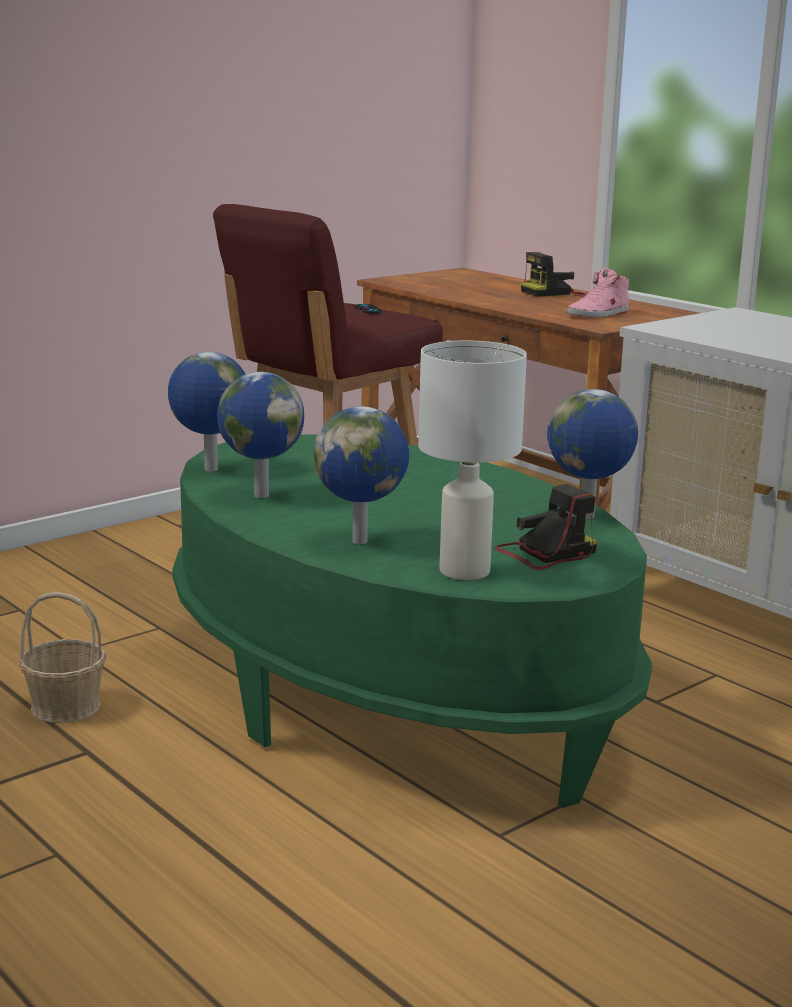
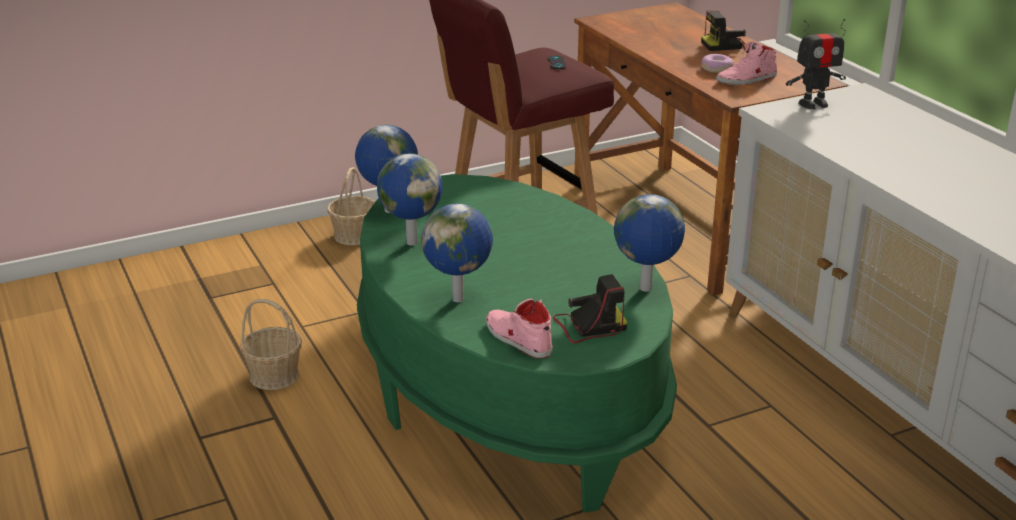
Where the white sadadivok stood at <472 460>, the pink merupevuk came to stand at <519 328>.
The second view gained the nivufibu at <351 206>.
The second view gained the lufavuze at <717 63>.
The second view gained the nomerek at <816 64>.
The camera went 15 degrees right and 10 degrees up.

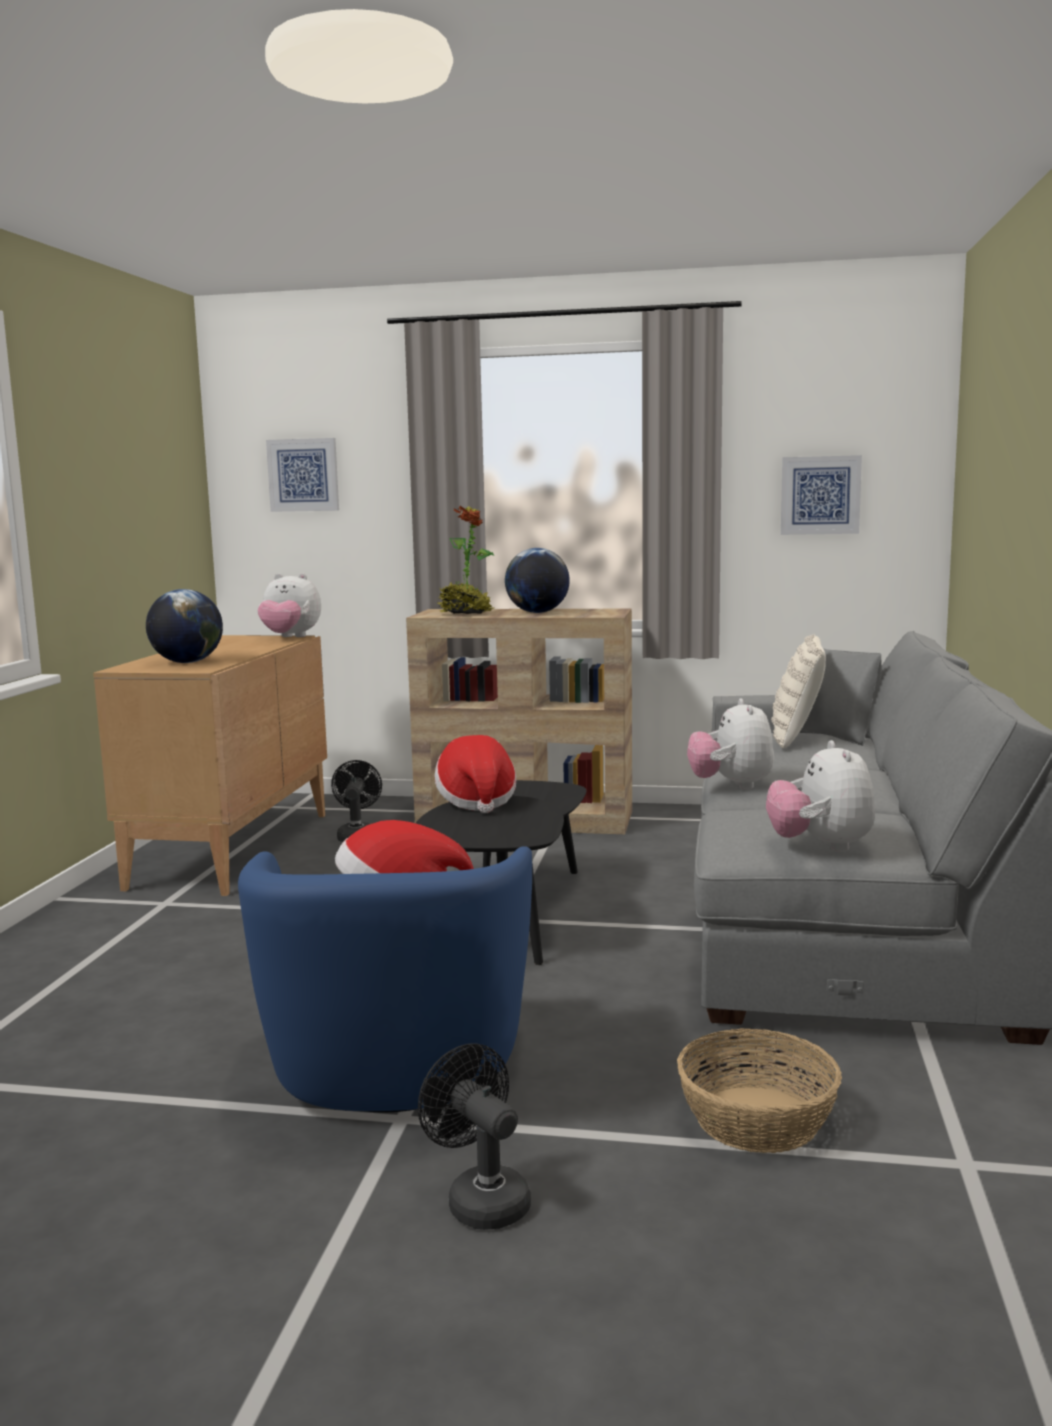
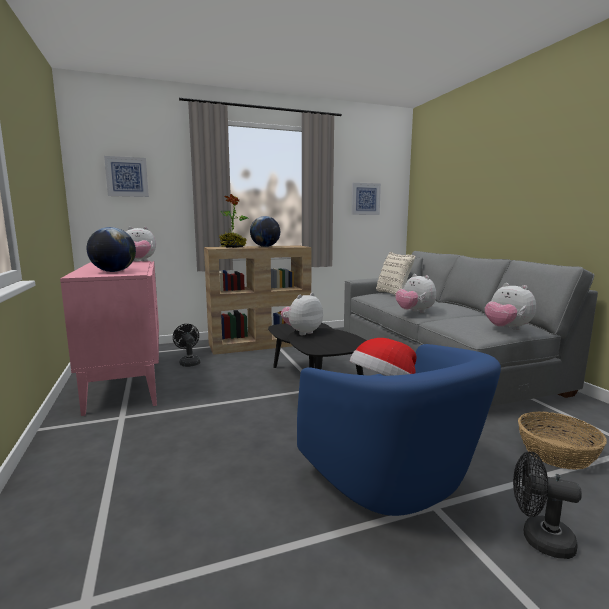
What was the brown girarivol at <210 765> turned into the pink girarivol at <109 338>.
Where the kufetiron stood at <475 774>, the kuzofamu came to stand at <302 314>.
The camera went 30 degrees left and 0 degrees up.

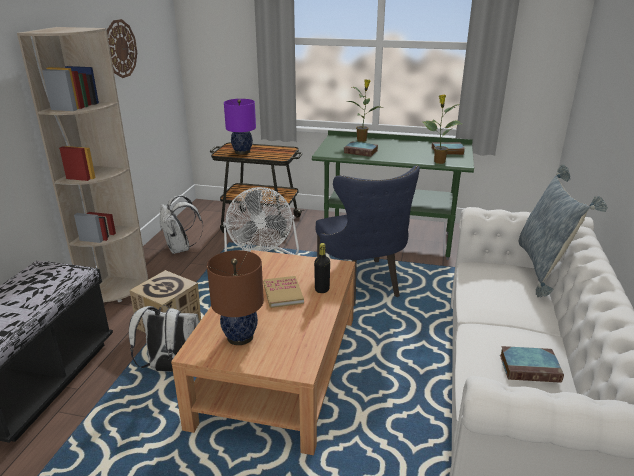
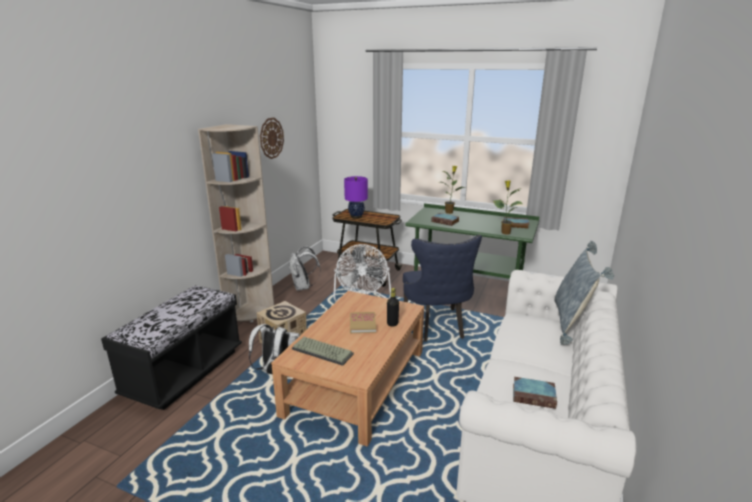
Where the brown sadadivok stood at <235 297>, the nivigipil came to stand at <323 351>.
The camera went 10 degrees right and 5 degrees down.

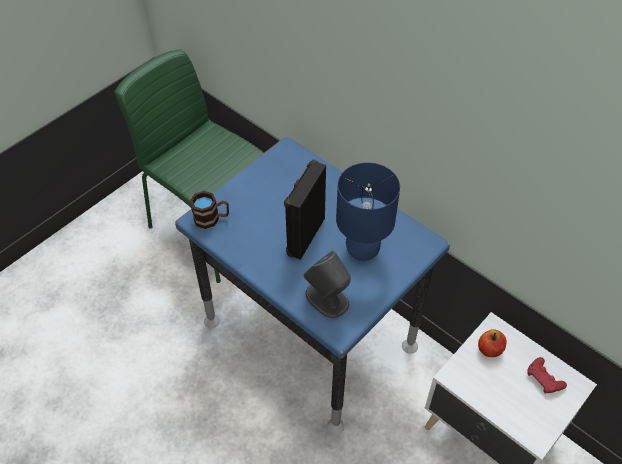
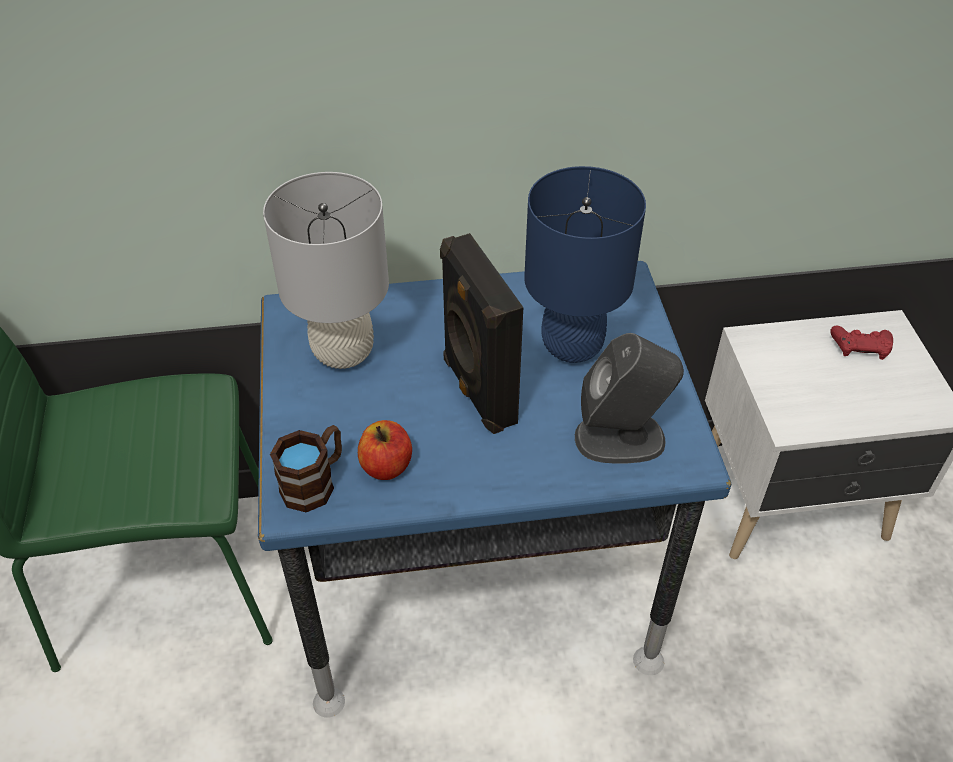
The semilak ended up elsewhere, having gone from <492 343> to <385 450>.
The second view gained the grey sadadivok at <326 270>.
The camera went 50 degrees left and 5 degrees down.

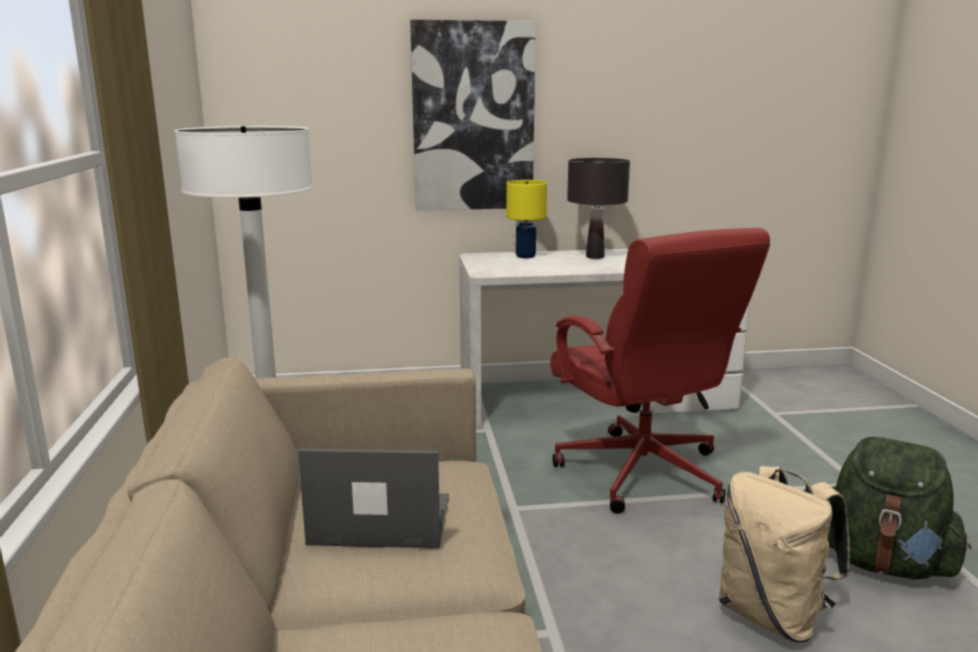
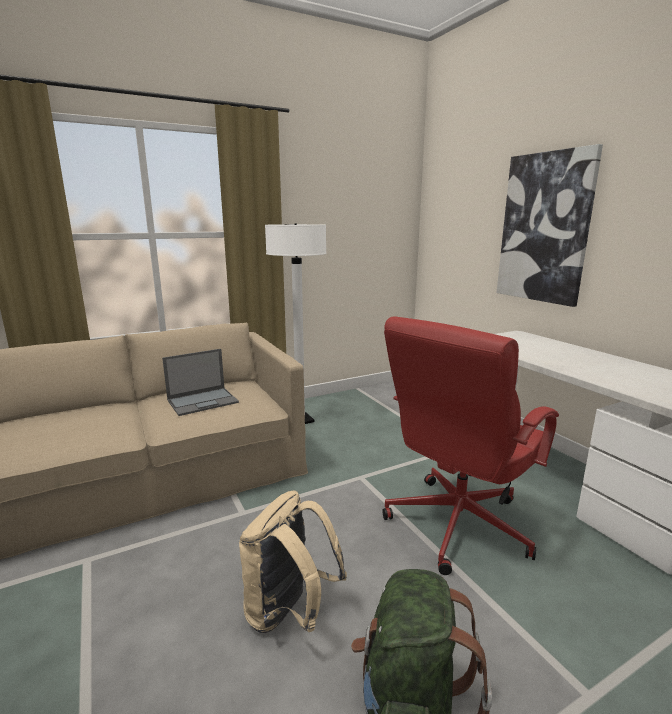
The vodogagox at <373 498> ended up facing another way, 75 degrees clockwise from before.
The second view lost the yellow sadadivok at <526 219>.
The second view lost the black sadadivok at <598 208>.
The camera went 70 degrees right and 0 degrees up.

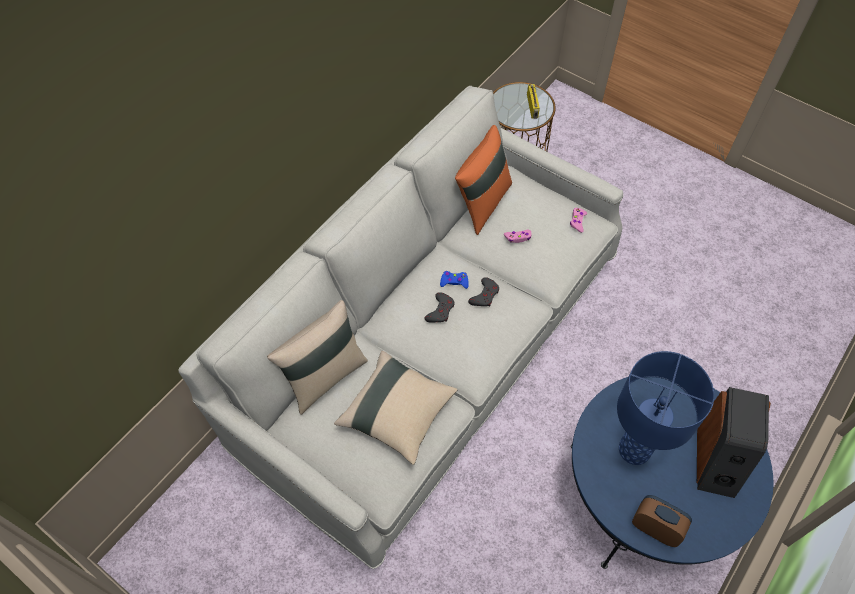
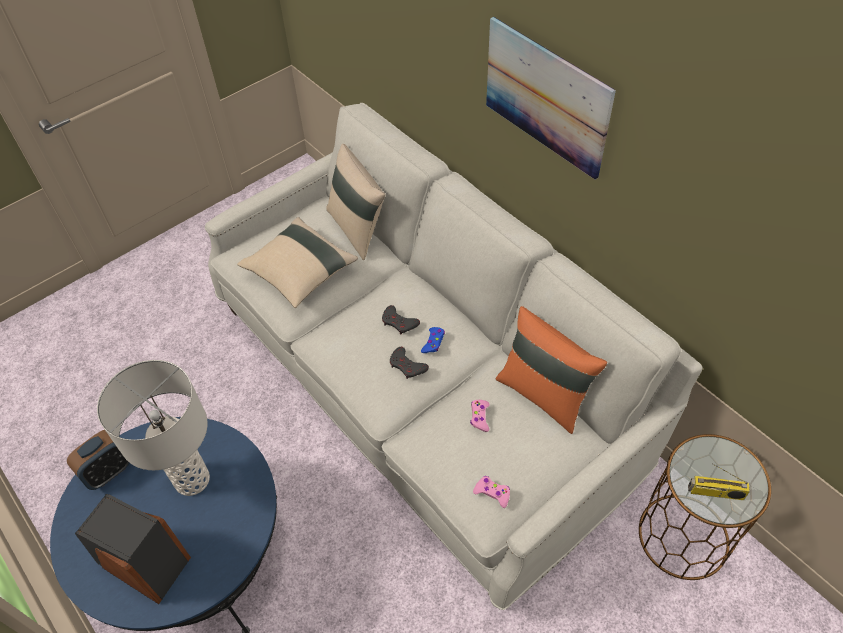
What was the blue sadadivok at <665 408> turned into the white sadadivok at <153 428>.
The second view gained the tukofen at <551 98>.
The camera went 105 degrees right and 5 degrees down.

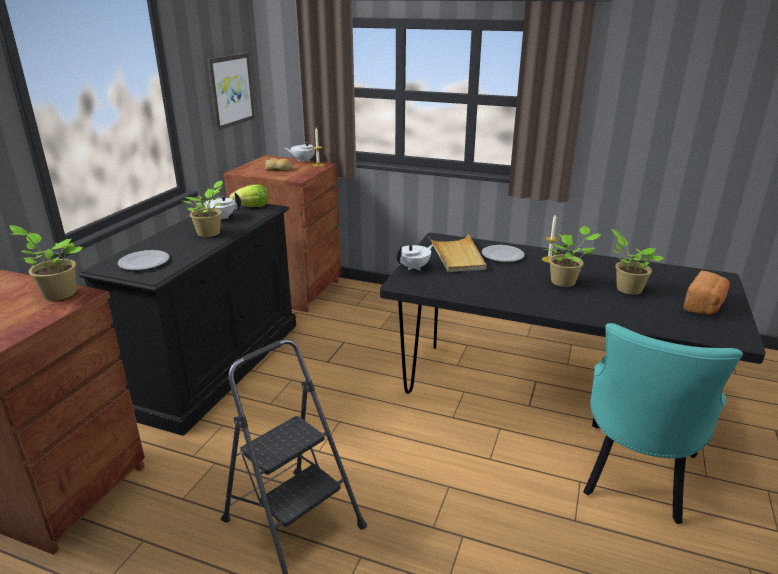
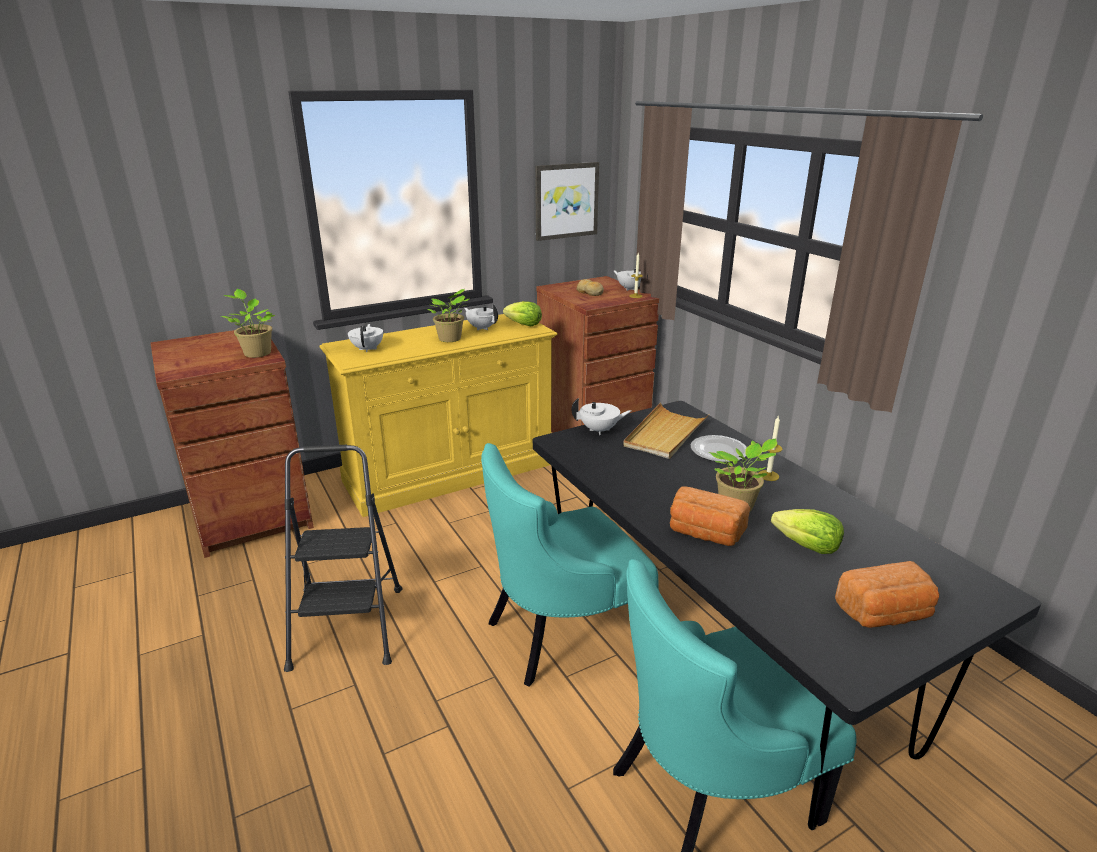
What was the black girarivol at <187 320> turned into the yellow girarivol at <438 415>.
Where the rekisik stood at <143 260>, the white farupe came to stand at <365 338>.
Where the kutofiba stood at <637 262>, the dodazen came to stand at <807 531>.
The second view gained the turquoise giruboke at <570 565>.
The second view gained the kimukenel at <710 516>.
The camera went 40 degrees right and 0 degrees up.

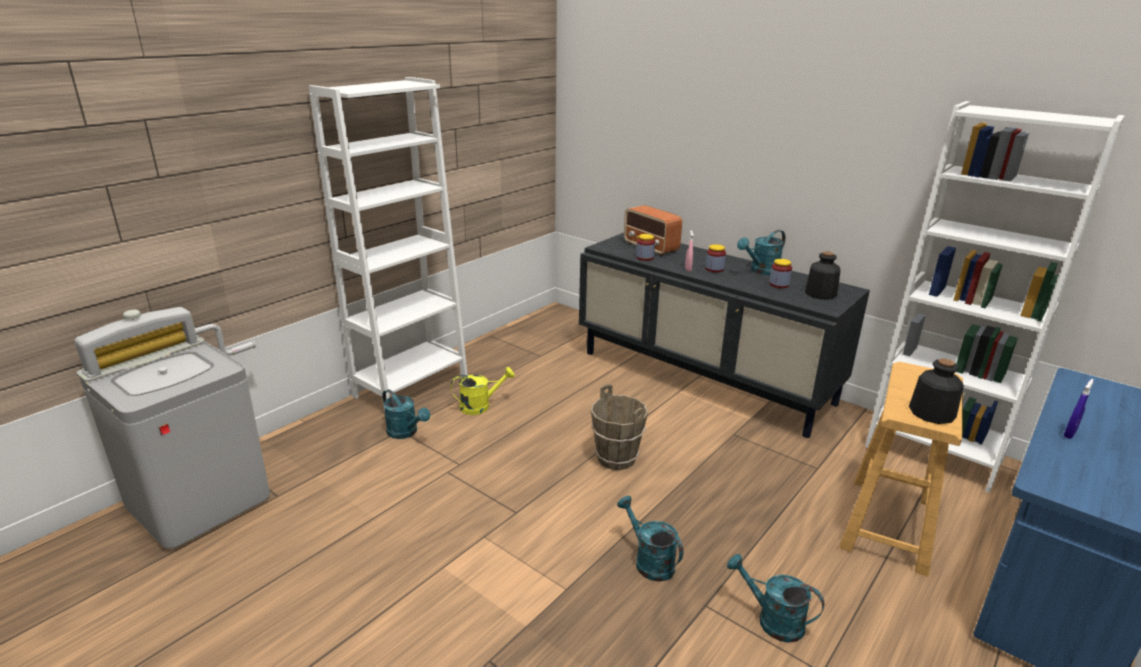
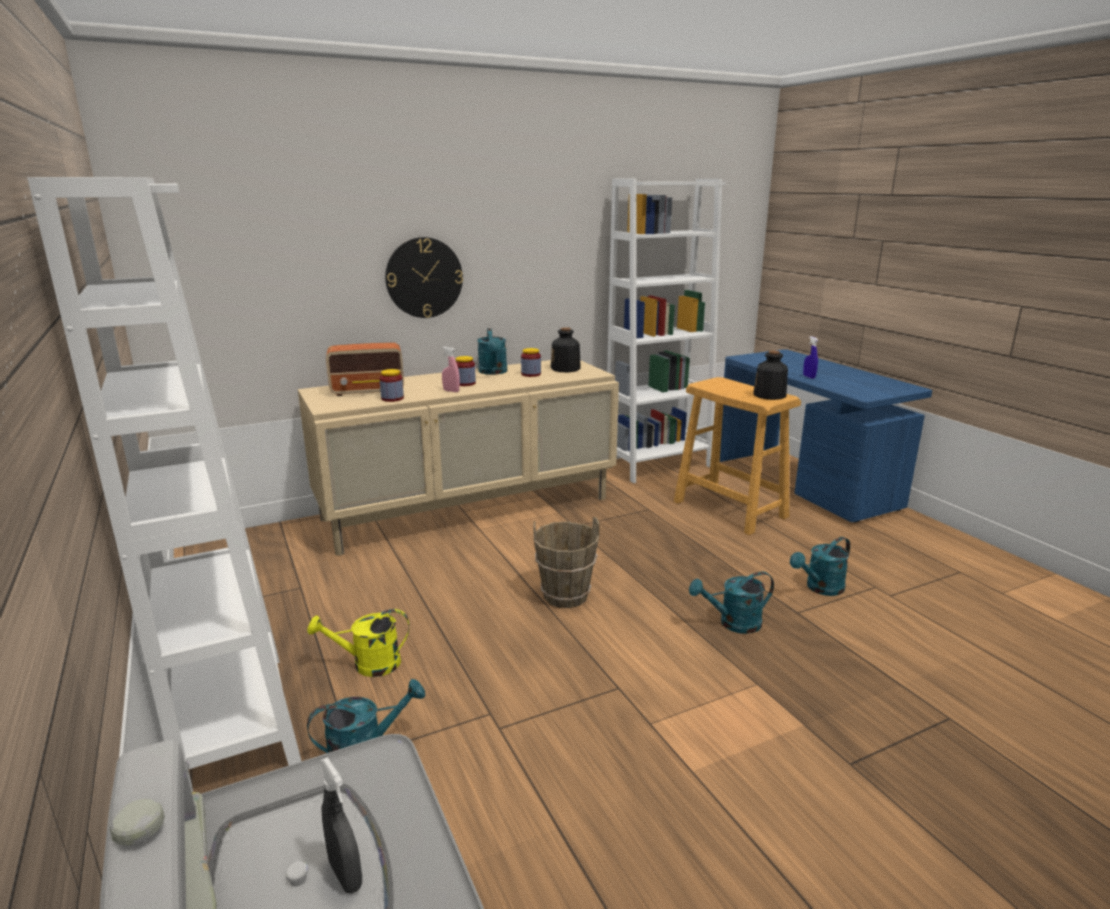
The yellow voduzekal at <483 391> ended up facing another way, 105 degrees counterclockwise from before.
What was the black girarivol at <724 335> turned into the beige girarivol at <458 458>.
The second view gained the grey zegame at <341 825>.
The second view gained the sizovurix at <424 277>.
The camera went 65 degrees left and 5 degrees down.

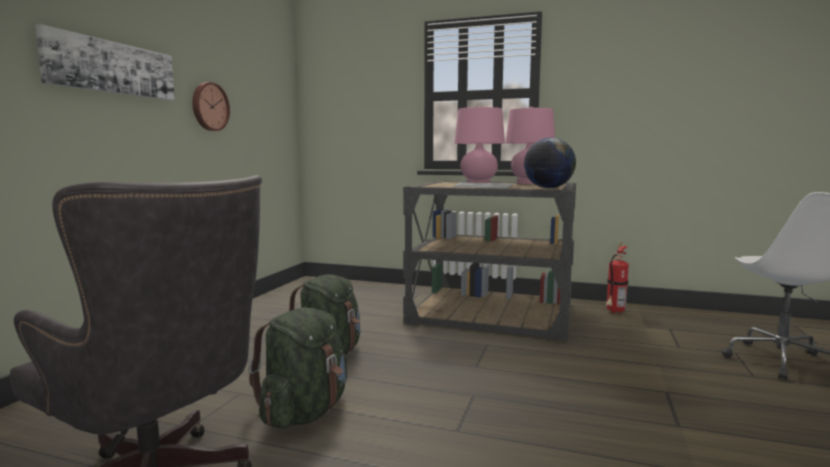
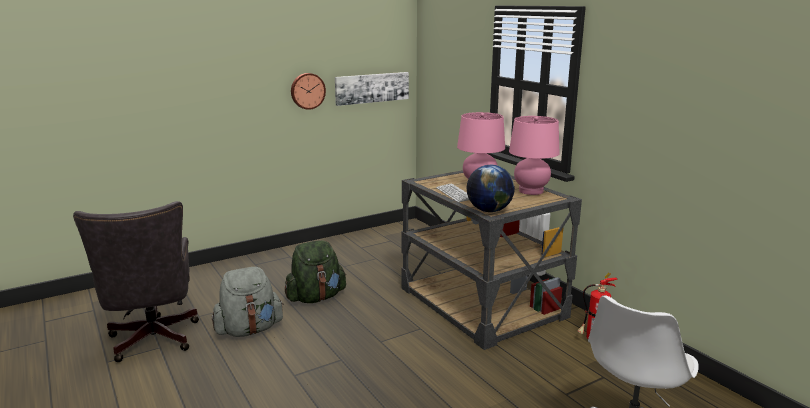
The tukofen ended up elsewhere, having gone from <105 62> to <372 89>.
What was the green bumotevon at <298 368> turned into the grey bumotevon at <248 302>.
The camera went 40 degrees right and 10 degrees up.

